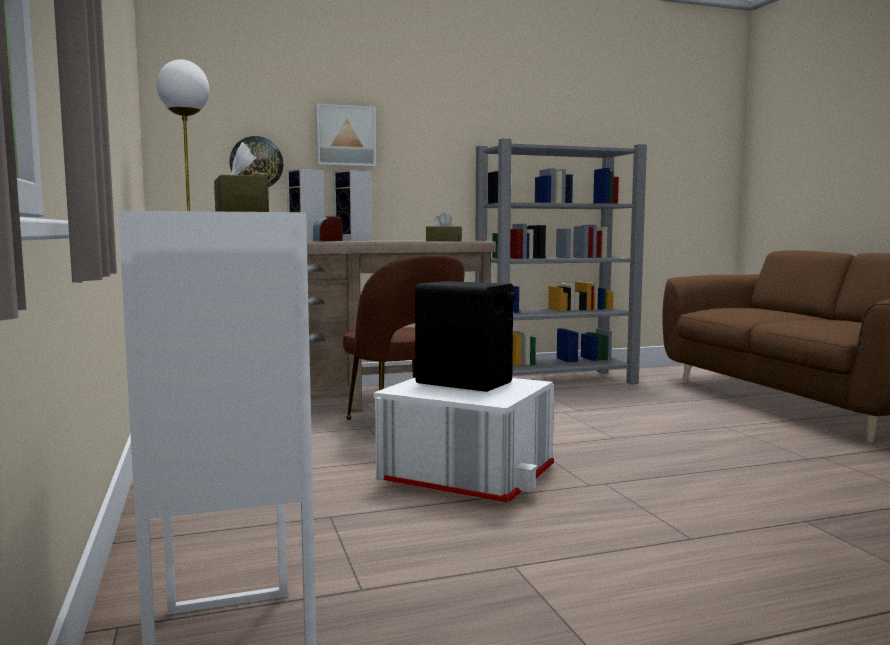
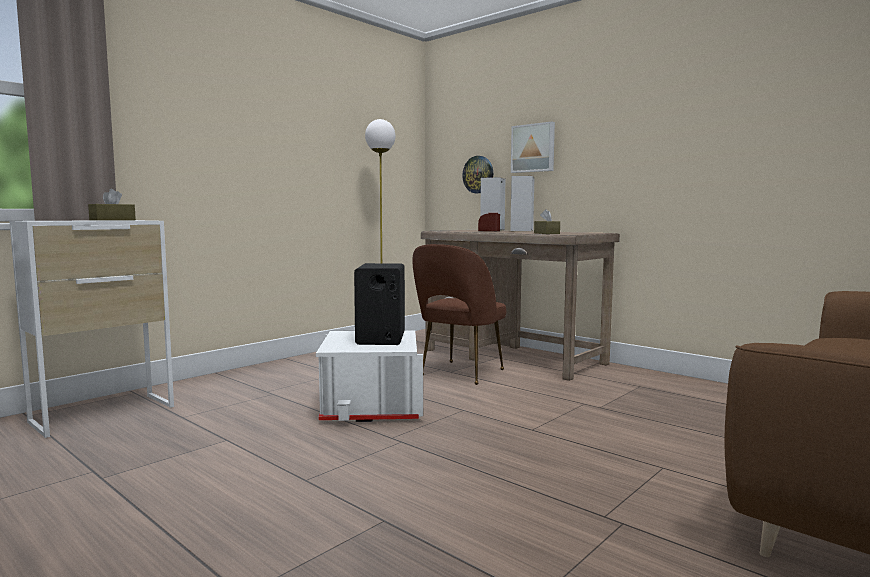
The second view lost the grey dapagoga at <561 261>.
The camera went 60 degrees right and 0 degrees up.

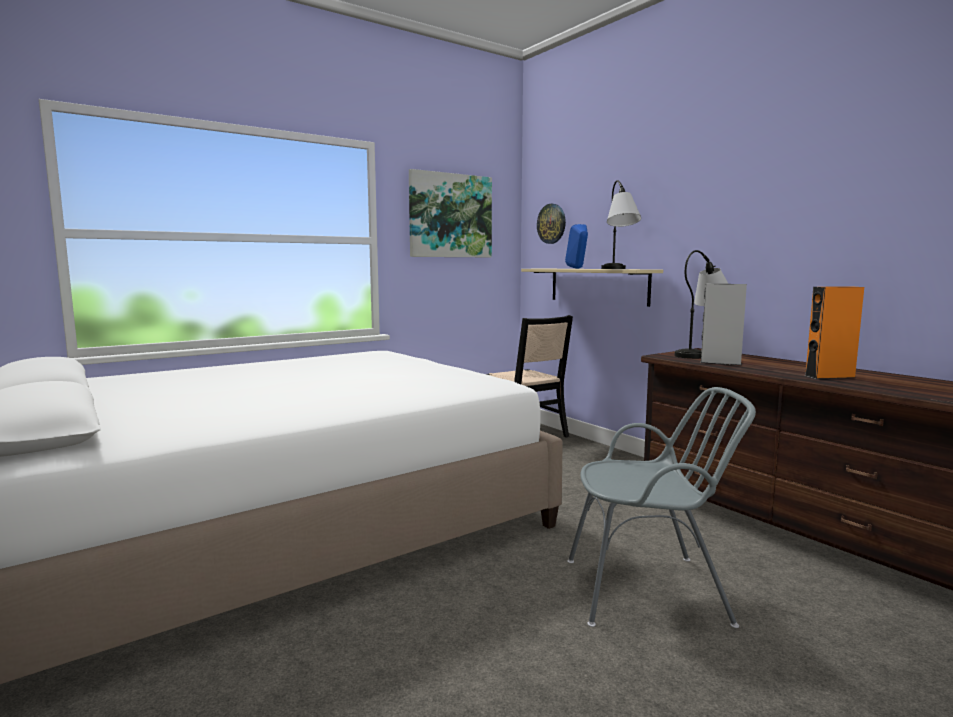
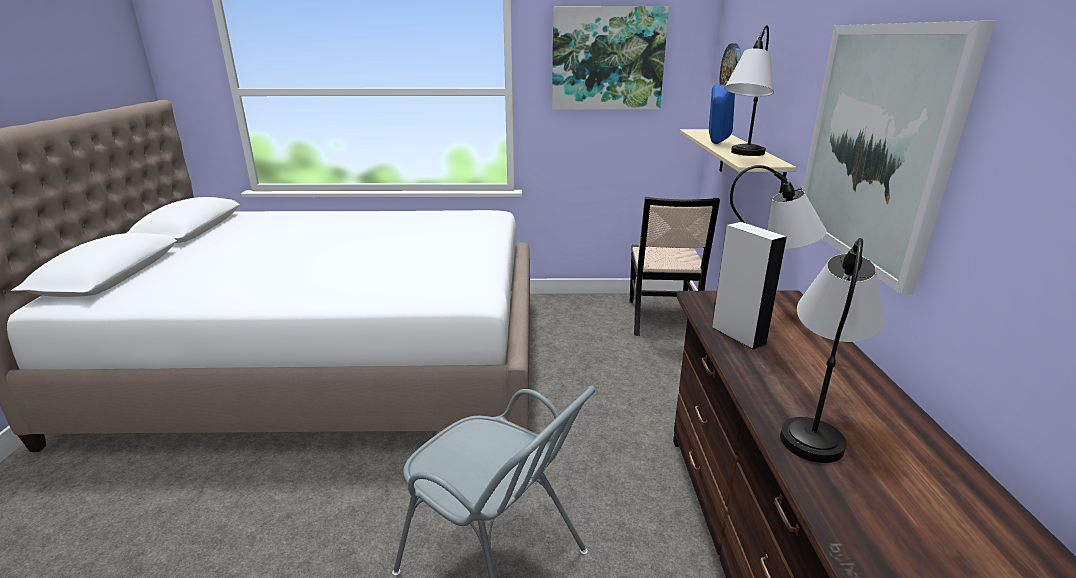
Where the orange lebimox stood at <834 332>, the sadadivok came to stand at <832 350>.
The second view gained the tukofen at <898 158>.
The camera went 35 degrees right and 15 degrees up.

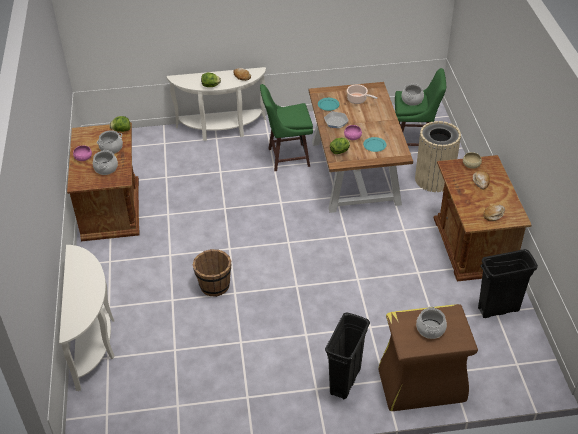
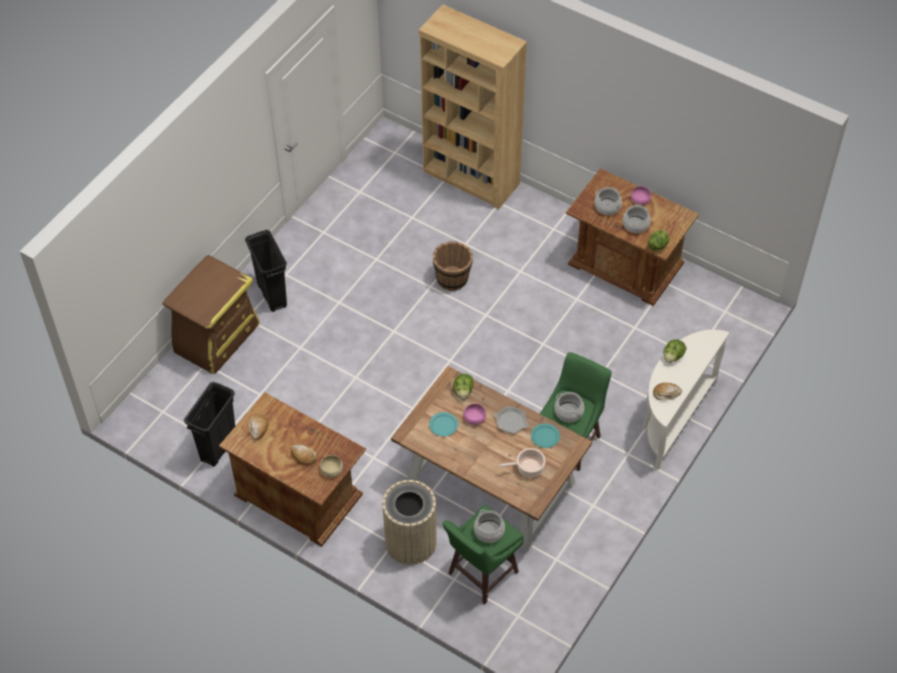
Where the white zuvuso stood at <87 318>, the brown dapagoga came to stand at <473 106>.
The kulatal ended up elsewhere, having gone from <431 322> to <569 407>.
The camera went 130 degrees right and 10 degrees up.

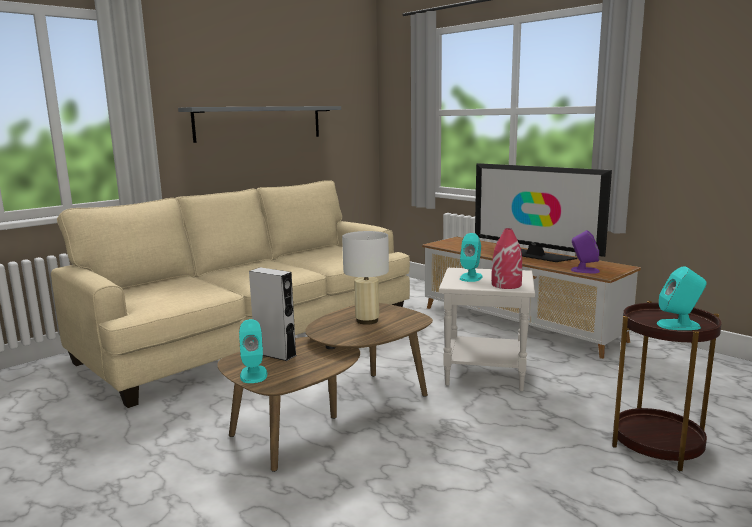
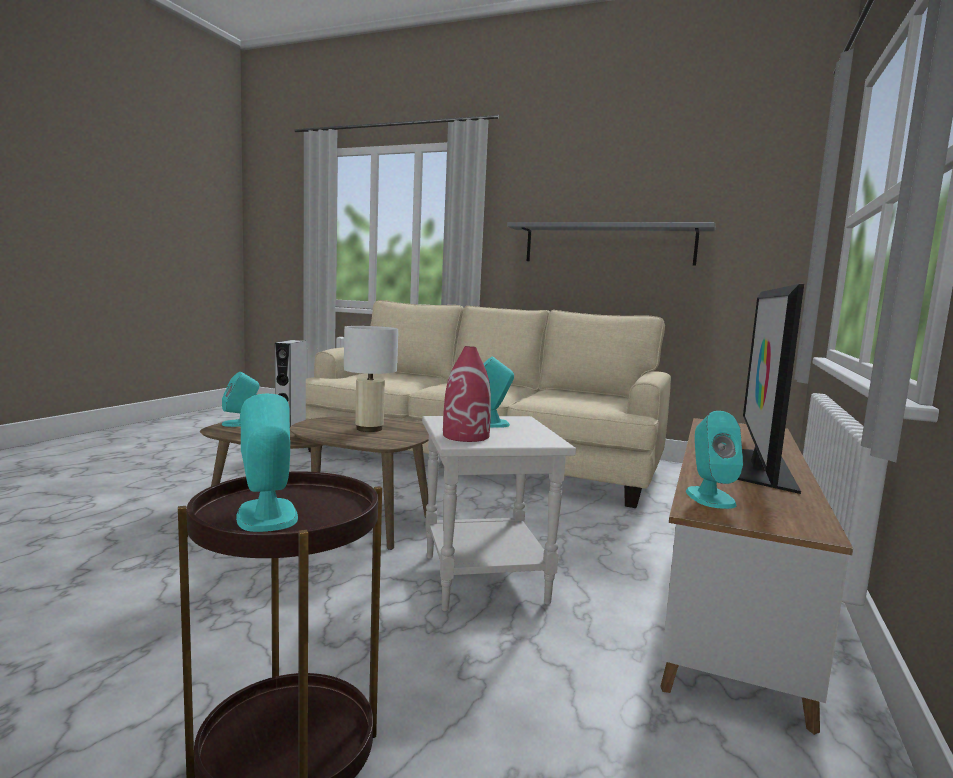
What was the purple lebimox at <585 251> turned into the turquoise lebimox at <714 460>.
The camera went 65 degrees right and 5 degrees down.

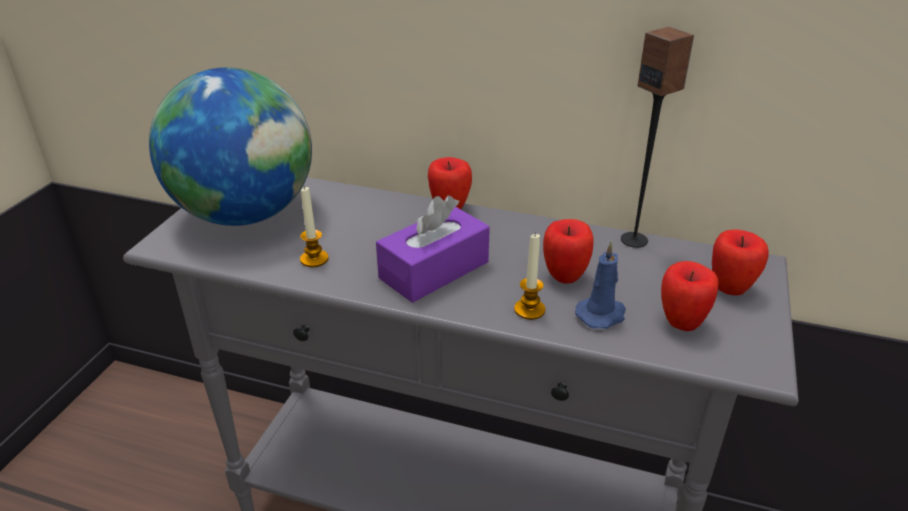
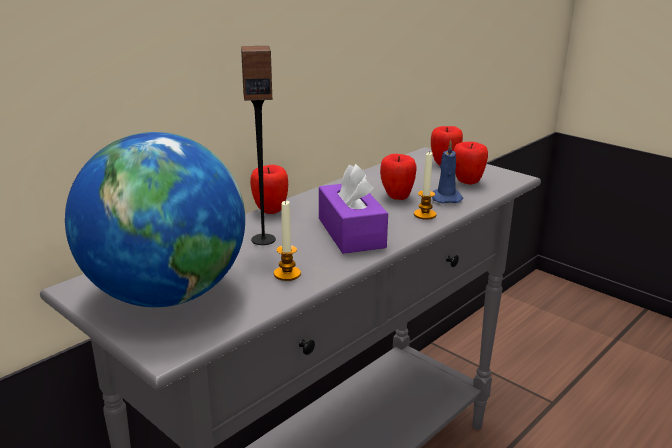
The lebimox ended up elsewhere, having gone from <657 137> to <258 145>.
The camera went 65 degrees left and 10 degrees down.

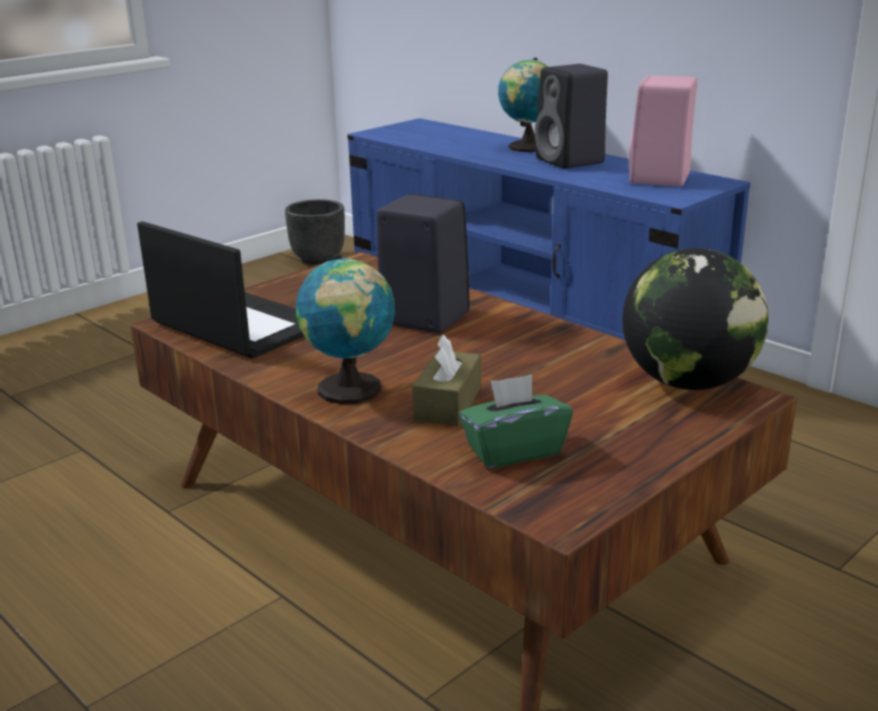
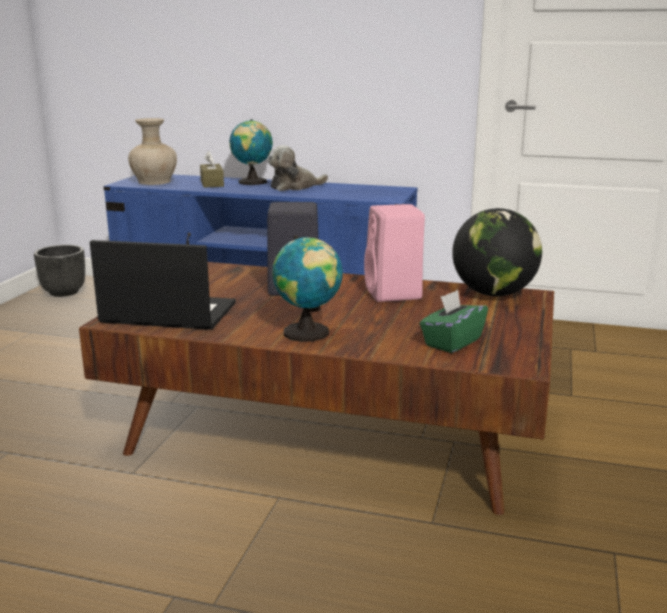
The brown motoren ended up elsewhere, having gone from <446 380> to <212 169>.
Where the black lebimox stood at <571 116>, the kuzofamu came to stand at <298 168>.
The pink lebimox ended up elsewhere, having gone from <663 130> to <394 253>.
The second view gained the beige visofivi at <152 151>.
The camera went 30 degrees left and 5 degrees down.

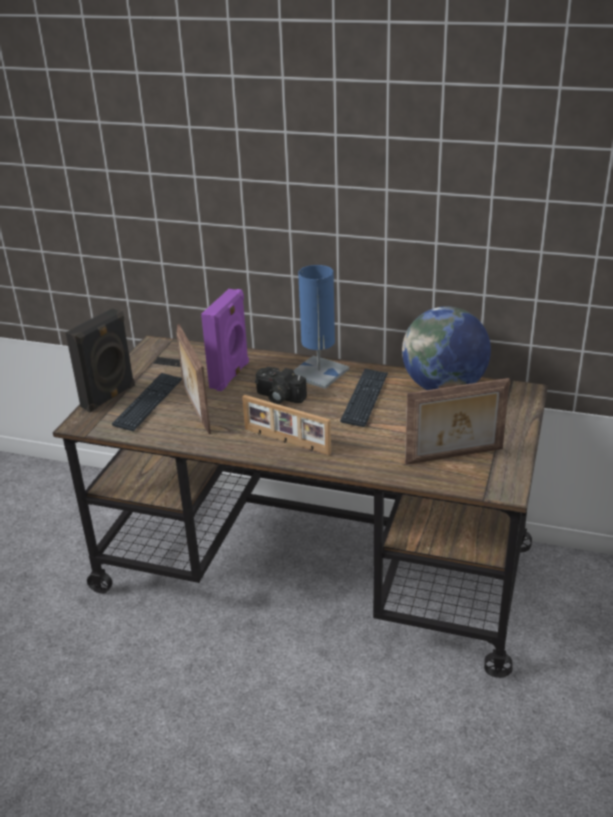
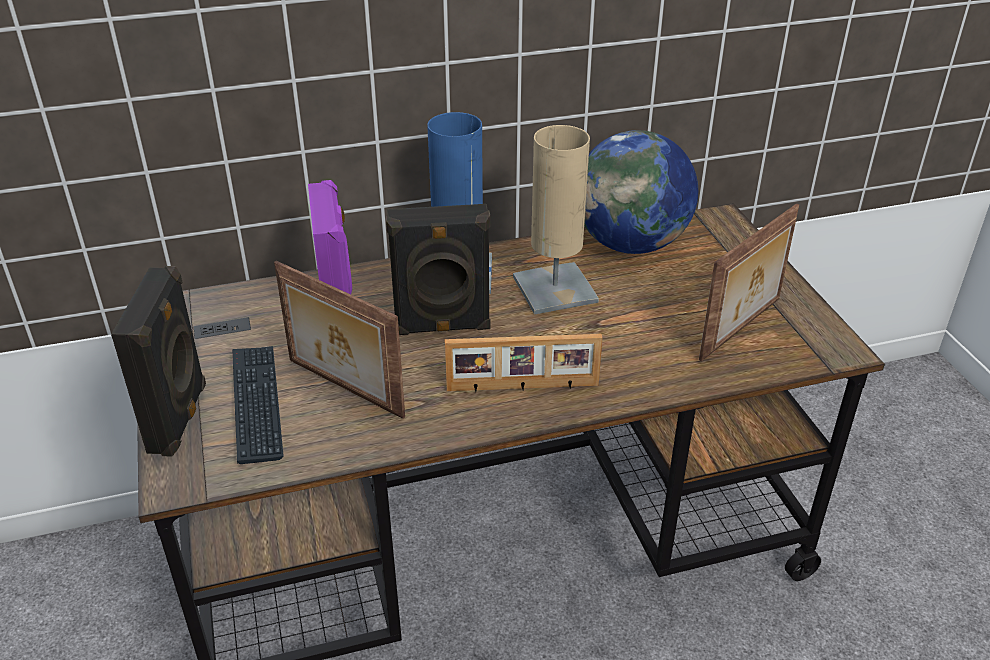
Where the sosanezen stood at <281 385>, the black lebimox came to stand at <438 269>.
Where the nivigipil stood at <364 397>, the beige sadadivok came to stand at <556 220>.
The camera went 35 degrees left and 5 degrees up.

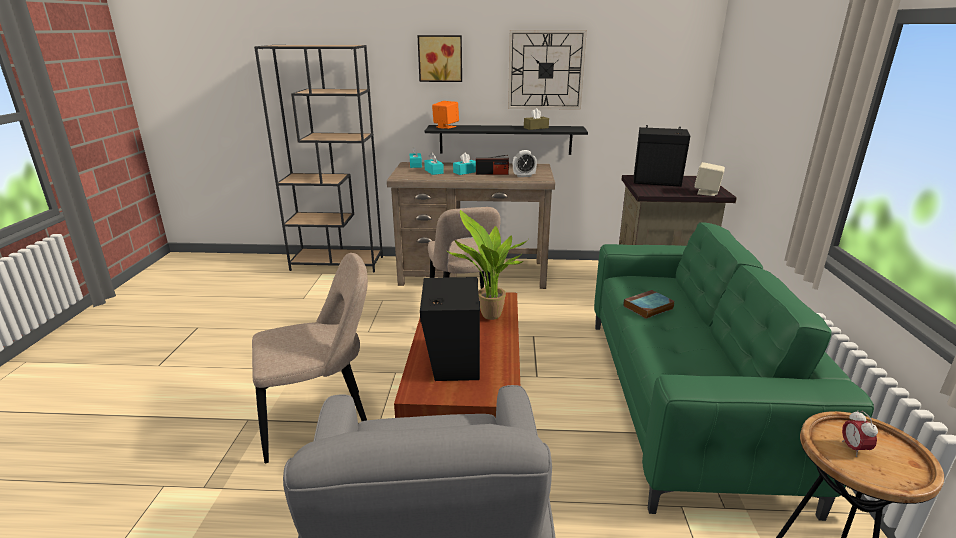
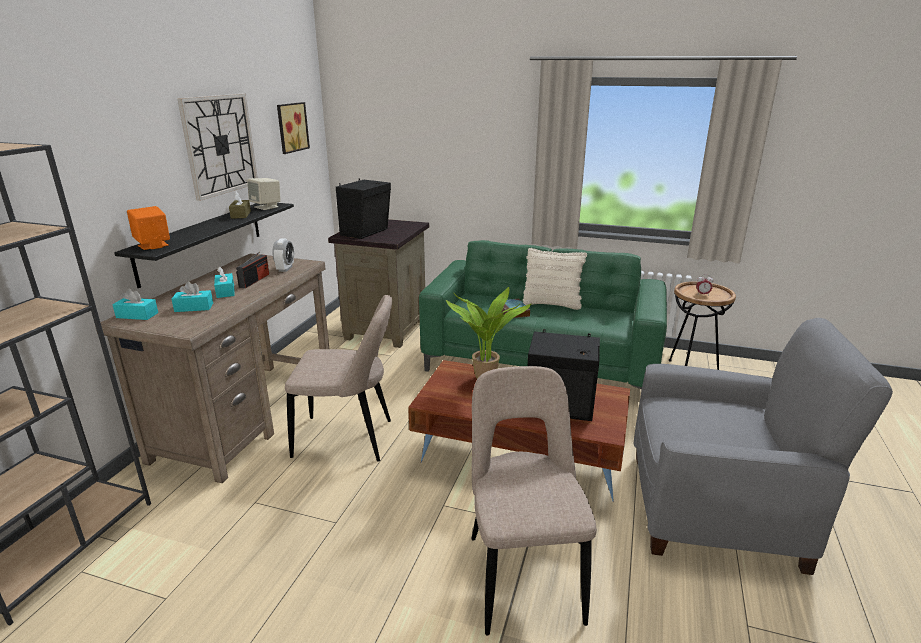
The tukofen ended up elsewhere, having gone from <439 58> to <293 128>.
The beige lebimox ended up elsewhere, having gone from <709 179> to <264 194>.
The second view gained the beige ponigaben at <555 279>.
The camera went 75 degrees left and 0 degrees up.

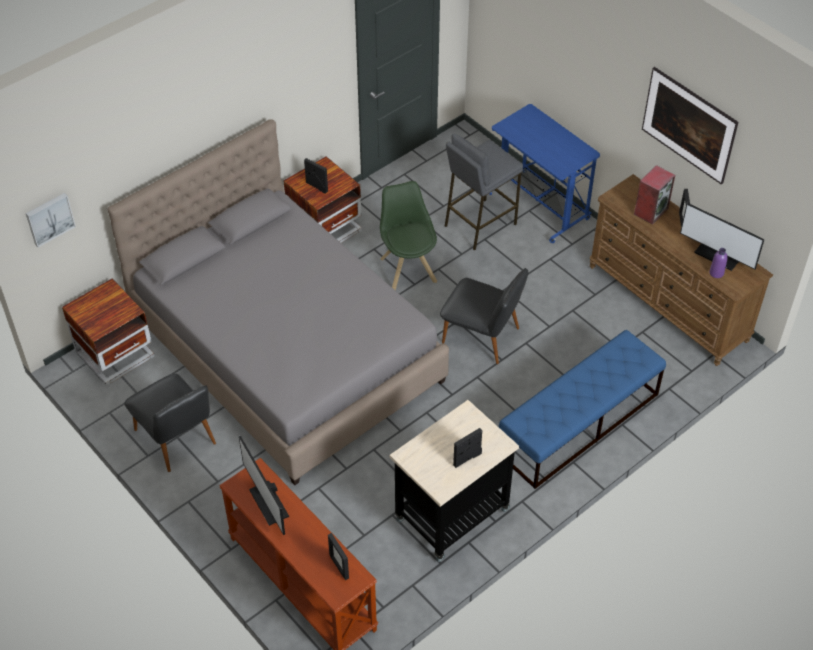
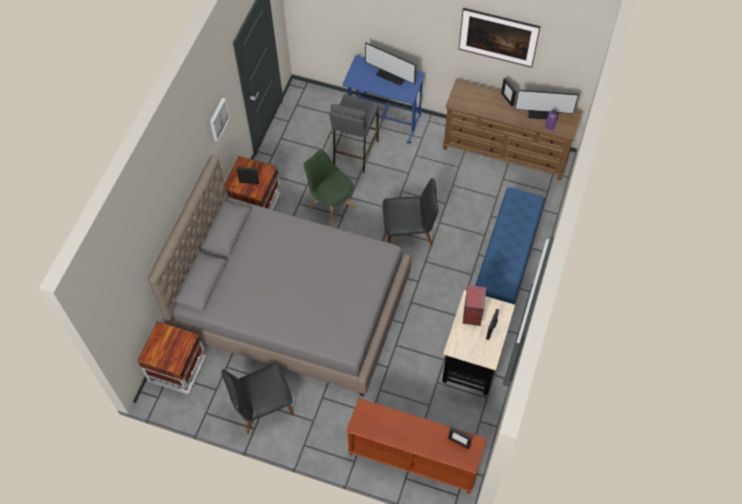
The tukofen ended up elsewhere, having gone from <51 220> to <220 120>.
The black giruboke at <170 422> ended up facing another way, 135 degrees clockwise from before.
The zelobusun ended up elsewhere, having gone from <264 485> to <390 64>.
The lebimox ended up elsewhere, having gone from <654 195> to <474 305>.
The camera went 30 degrees left and 10 degrees up.

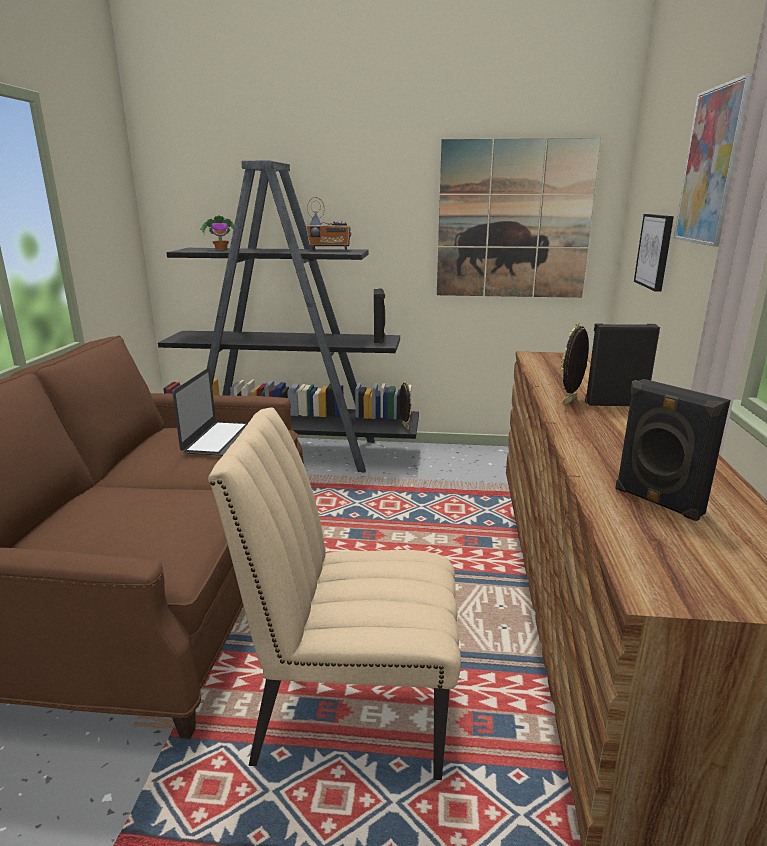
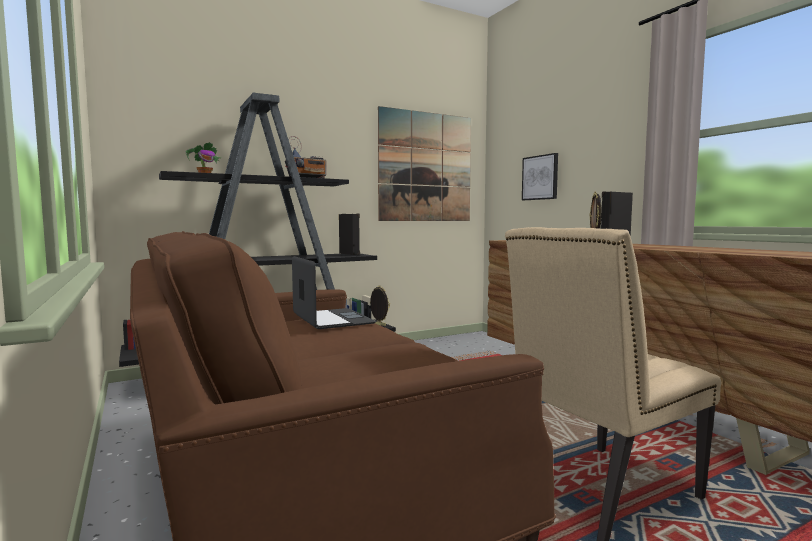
The second view lost the black lebimox at <672 450>.
The second view lost the tukofen at <713 160>.
The camera went 35 degrees left and 15 degrees down.

